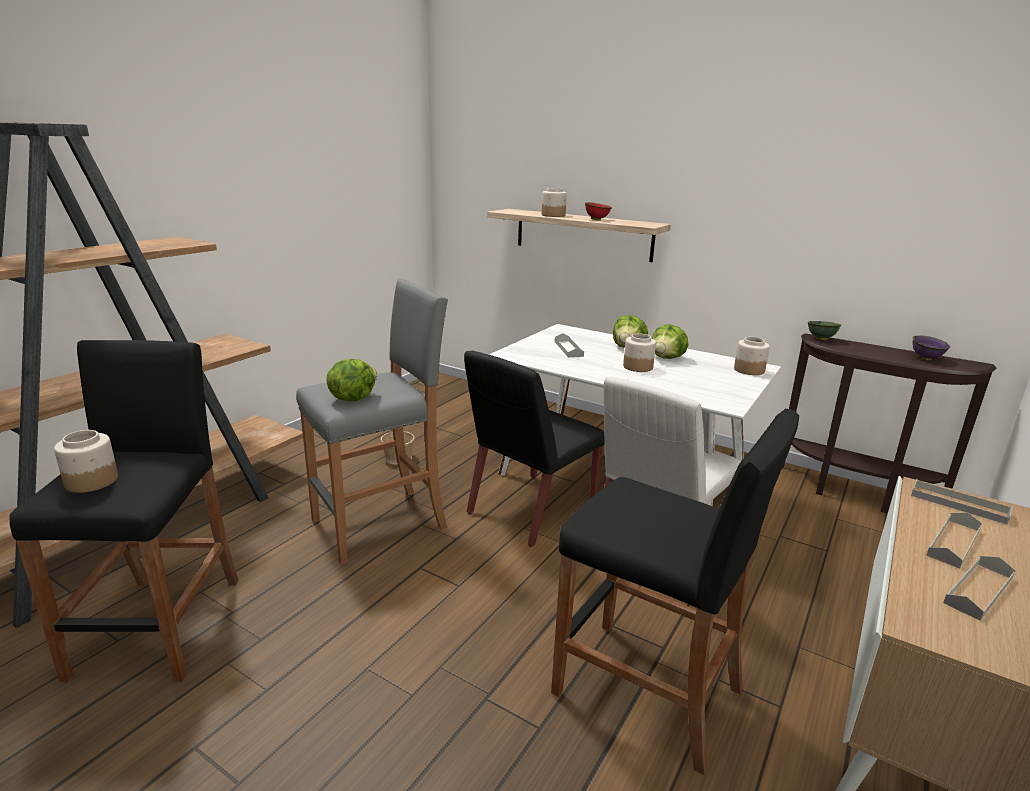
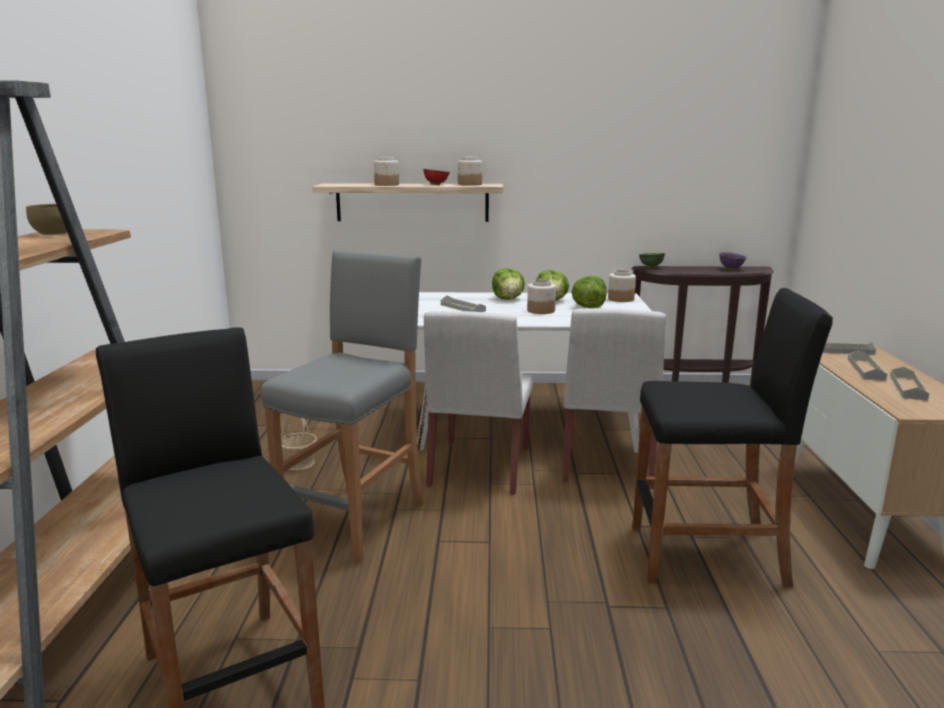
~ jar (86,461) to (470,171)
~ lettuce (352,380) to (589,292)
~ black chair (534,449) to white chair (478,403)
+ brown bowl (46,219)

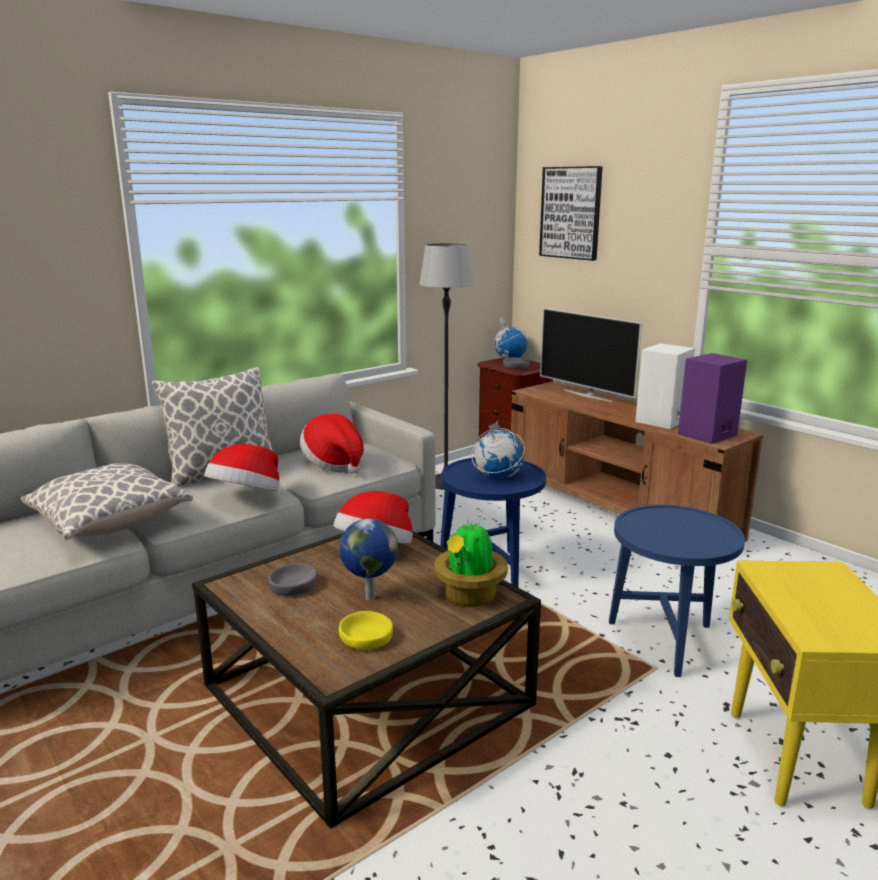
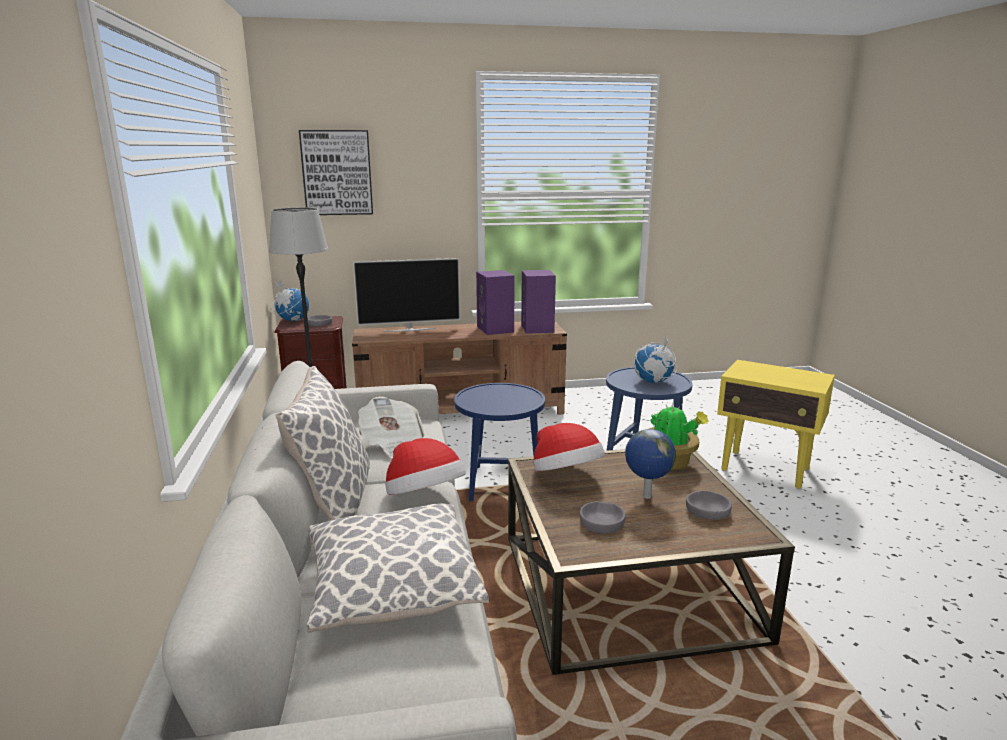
~ hat (332,444) to newspaper (391,428)
~ yellow bowl (366,630) to grey bowl (709,505)
~ globe (498,449) to (655,359)
~ white speaker (665,386) to purple speaker (495,302)

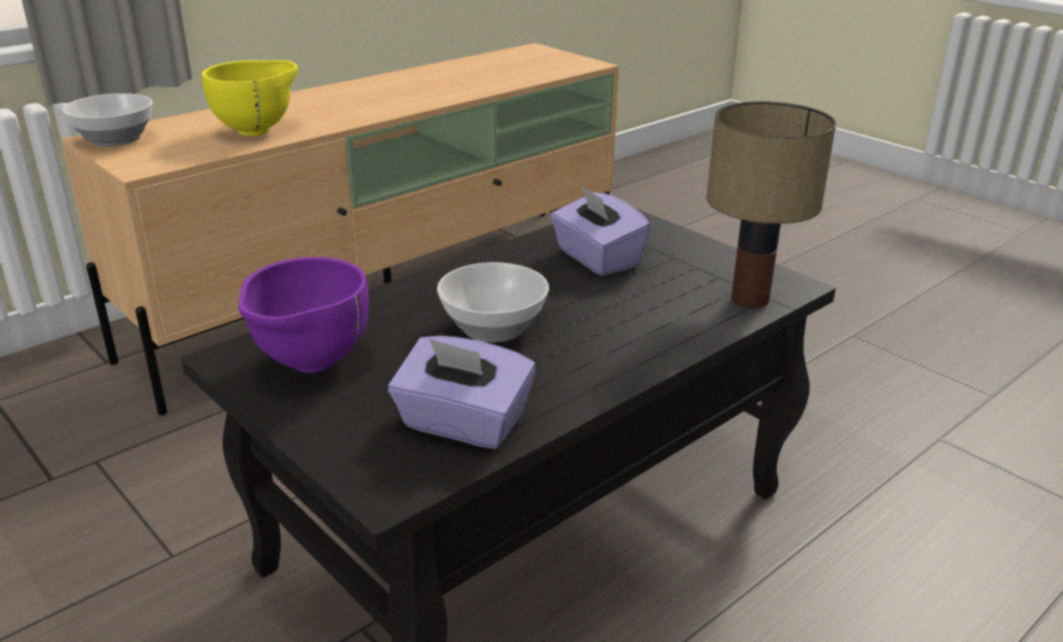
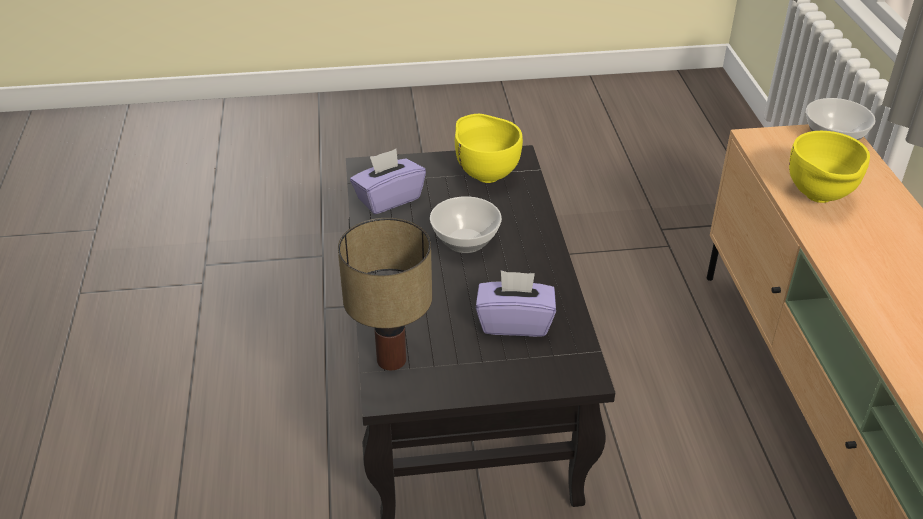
~ purple bowl (303,315) to yellow bowl (489,148)

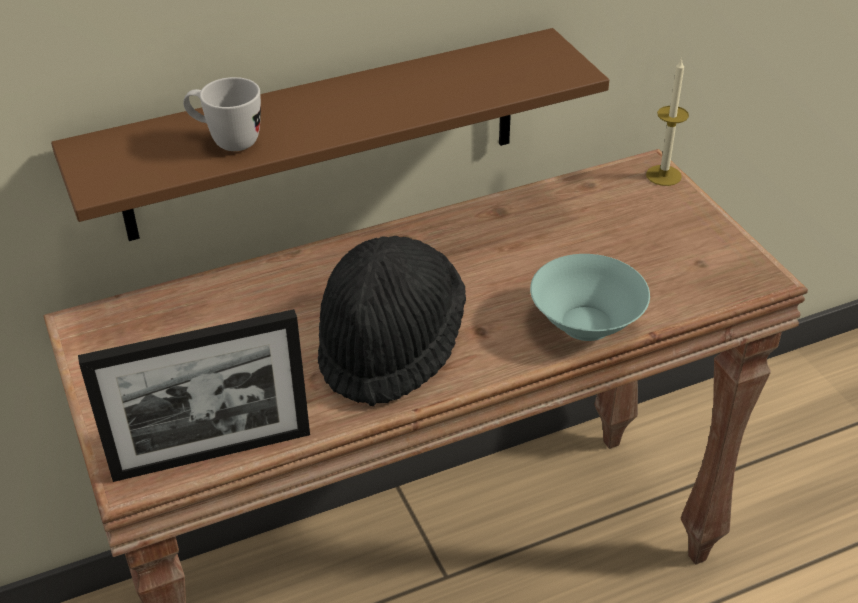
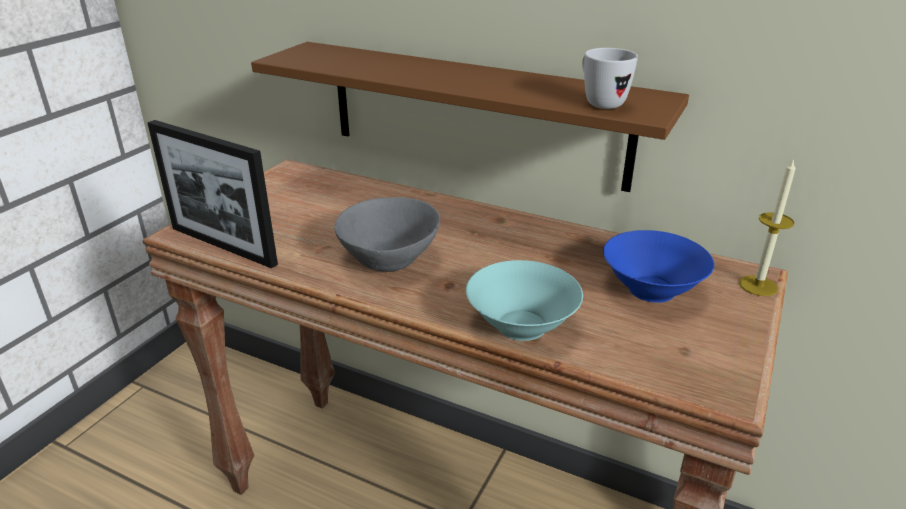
~ white mug (222,114) to (610,78)
~ black hat (392,321) to grey bowl (387,234)
+ blue bowl (658,266)

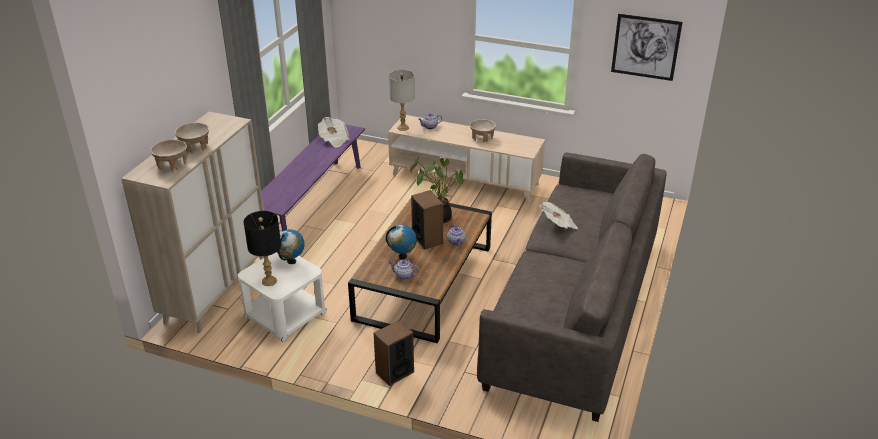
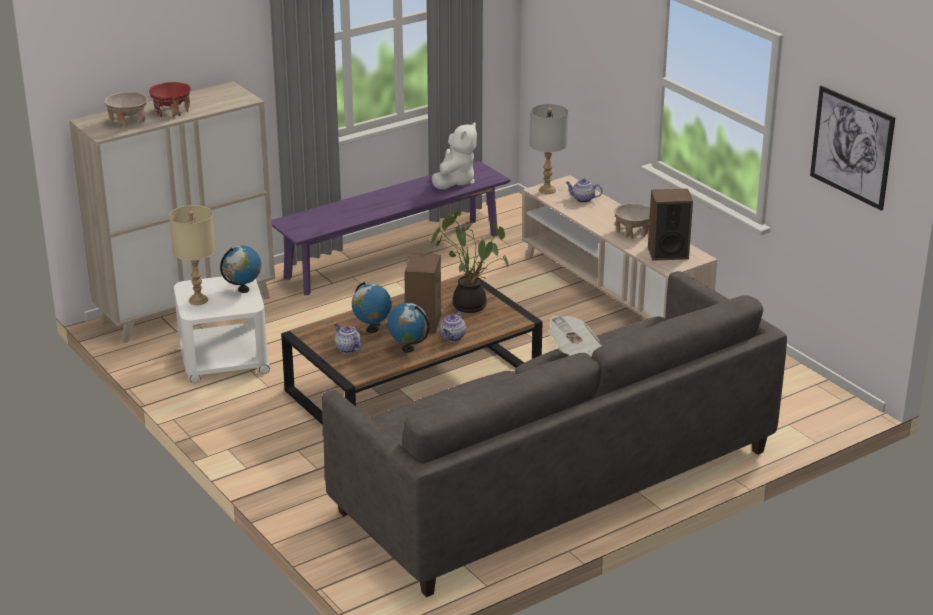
~ beige bowl (192,138) to red bowl (170,100)
~ black table lamp (262,248) to beige table lamp (192,255)
~ newspaper (333,132) to white plush toy (454,155)
~ speaker (394,353) to (670,225)
+ globe (408,328)

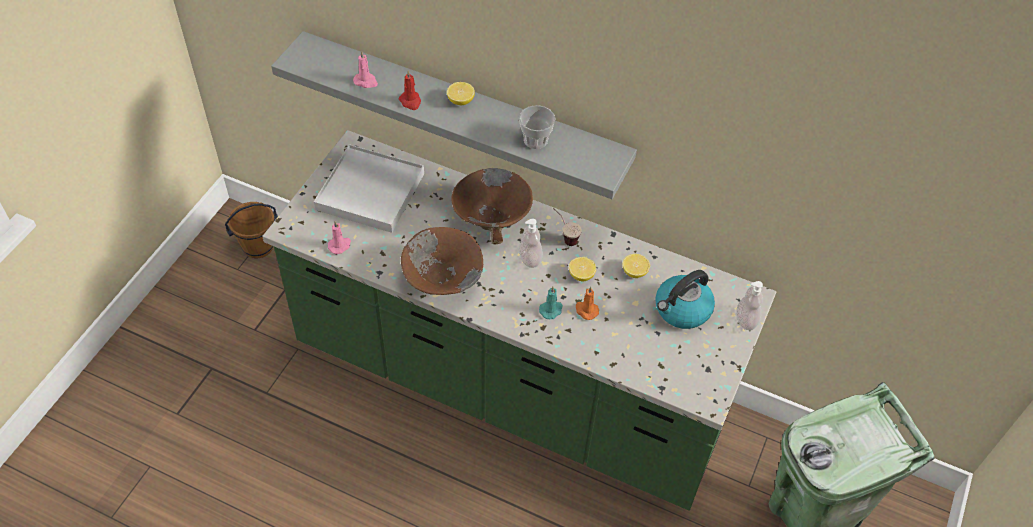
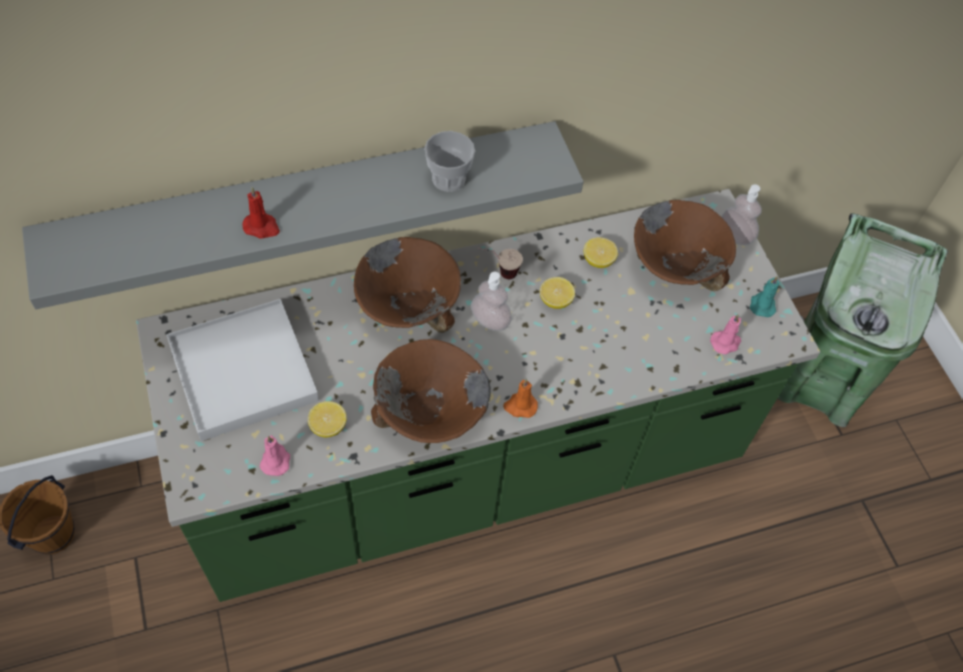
~ pink candle (365,69) to (725,334)
~ lemon (461,93) to (327,419)
~ turquoise candle (551,303) to (765,296)
~ orange candle (587,303) to (520,398)
~ kettle (685,299) to brown bowl (685,245)

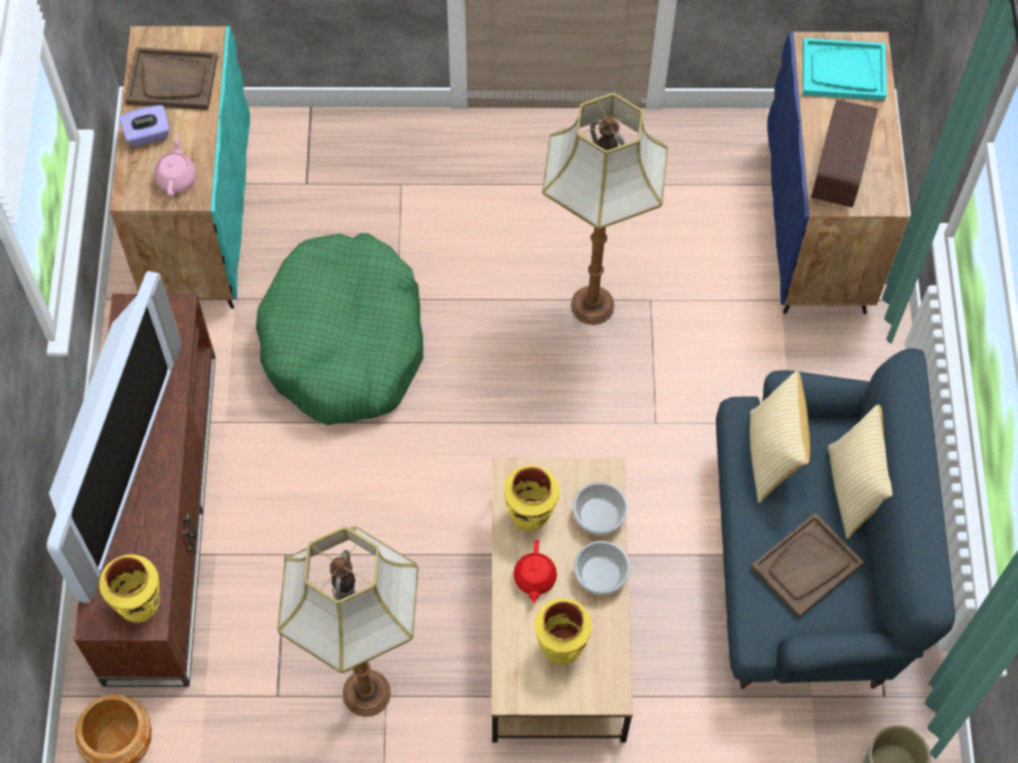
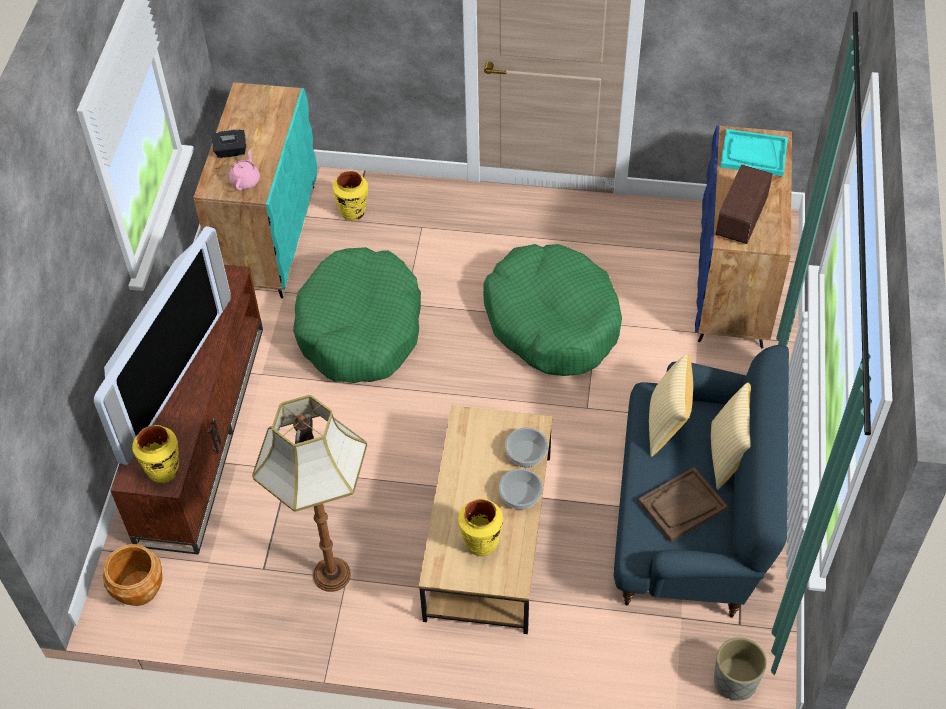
~ purple tissue box (144,126) to black tissue box (228,144)
- brown tray (171,78)
~ yellow vase (531,498) to (350,196)
- red teapot (535,571)
~ floor lamp (605,209) to green dog bed (552,310)

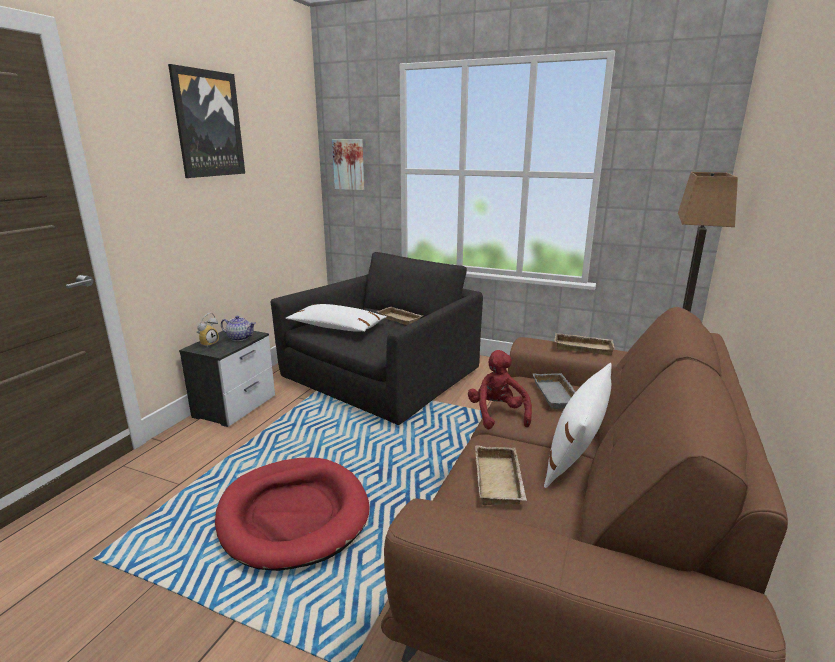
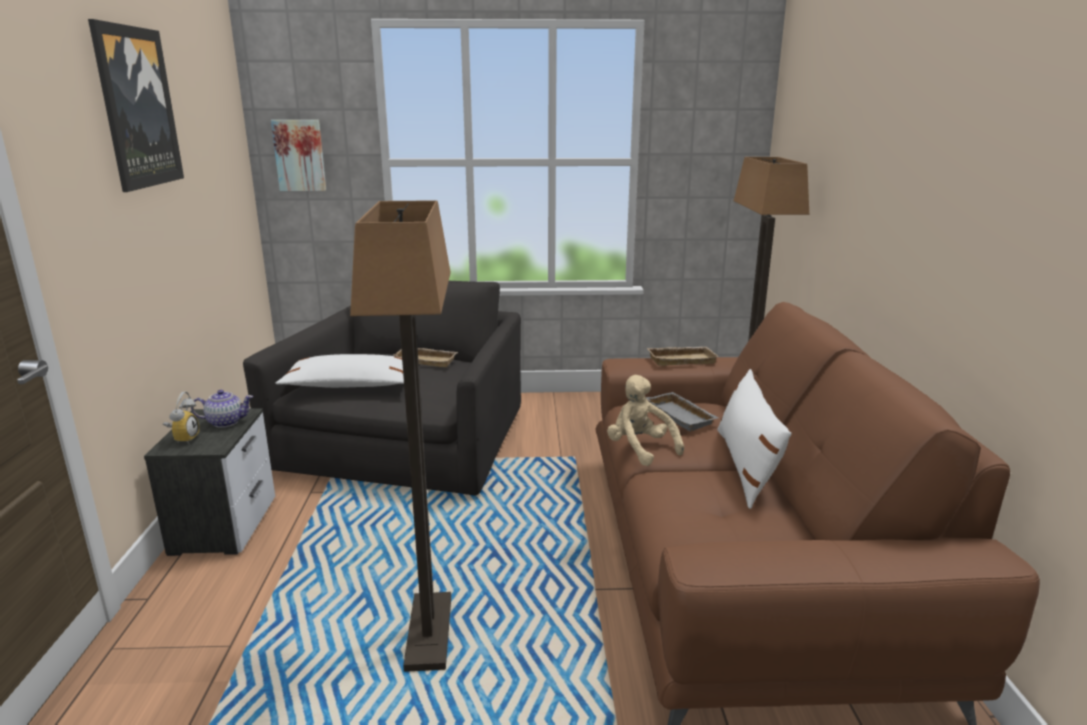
~ red dog bed (292,514) to floor lamp (400,436)
~ red plush toy (500,390) to beige plush toy (645,420)
- beige tray (501,475)

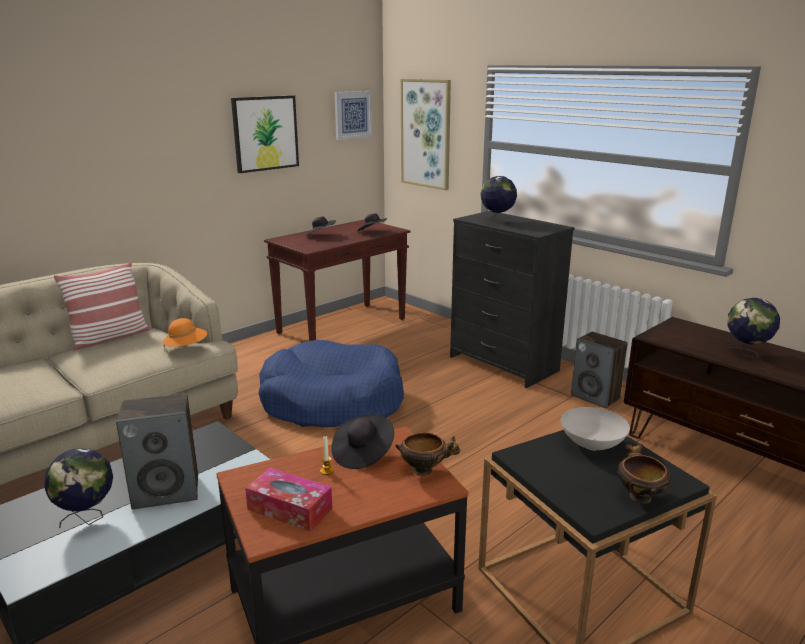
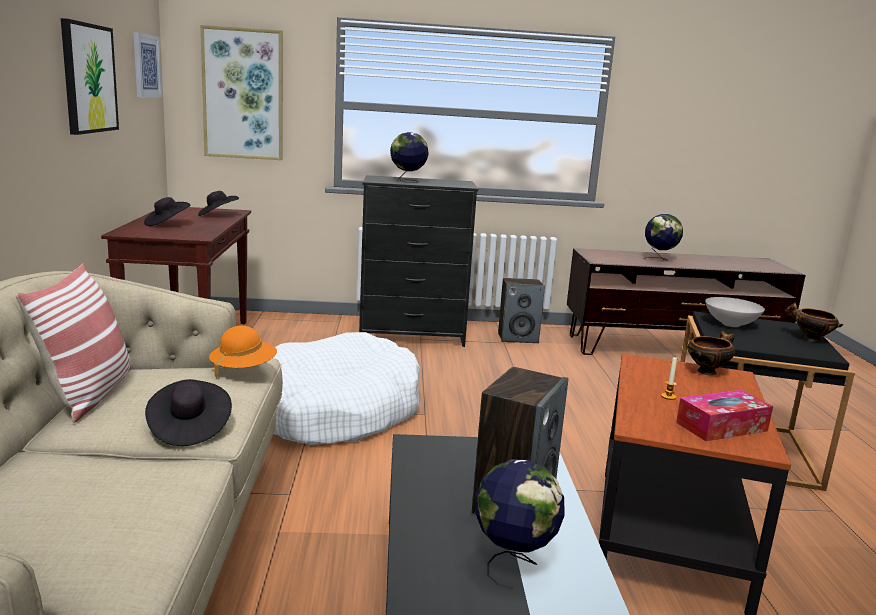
~ blue dog bed (331,383) to white dog bed (346,388)
~ black hat (362,441) to (188,412)

